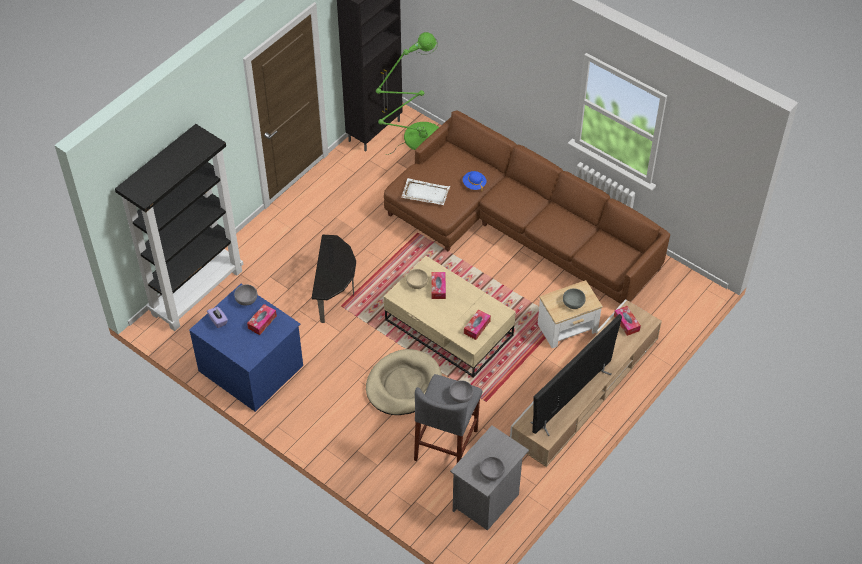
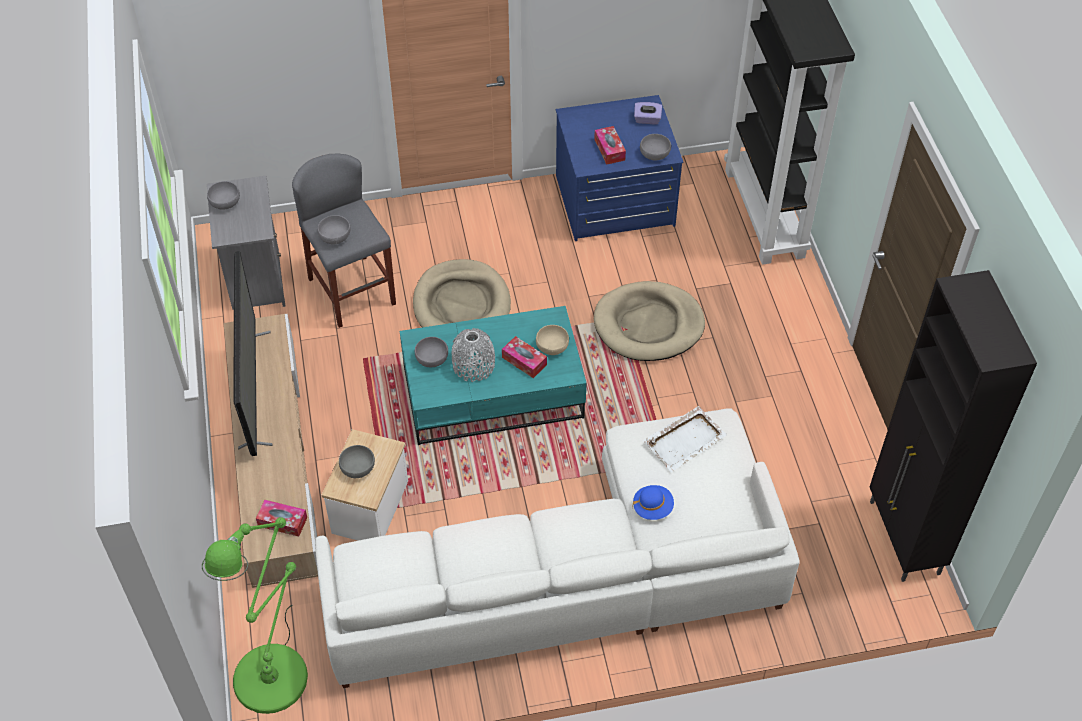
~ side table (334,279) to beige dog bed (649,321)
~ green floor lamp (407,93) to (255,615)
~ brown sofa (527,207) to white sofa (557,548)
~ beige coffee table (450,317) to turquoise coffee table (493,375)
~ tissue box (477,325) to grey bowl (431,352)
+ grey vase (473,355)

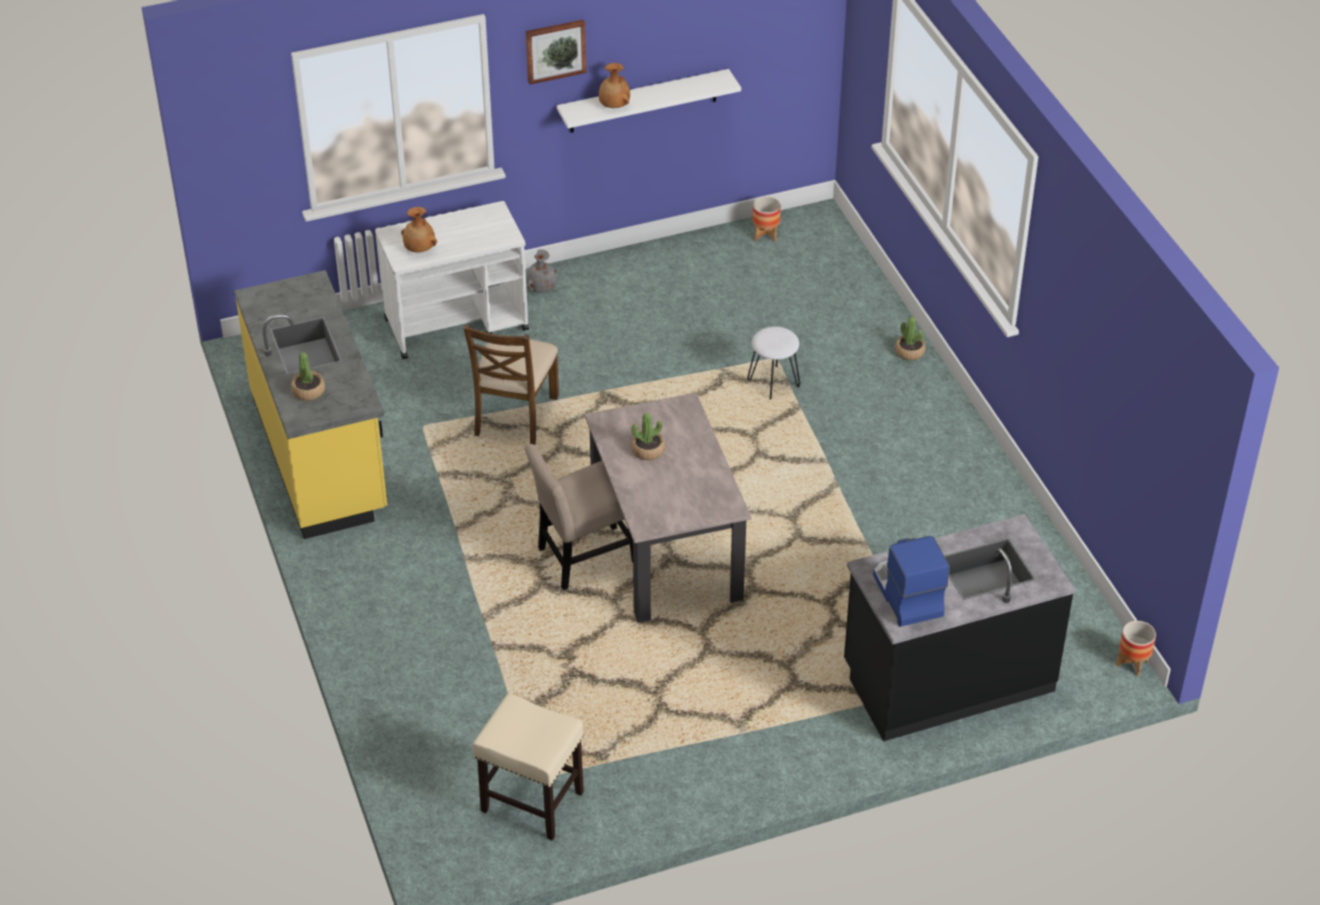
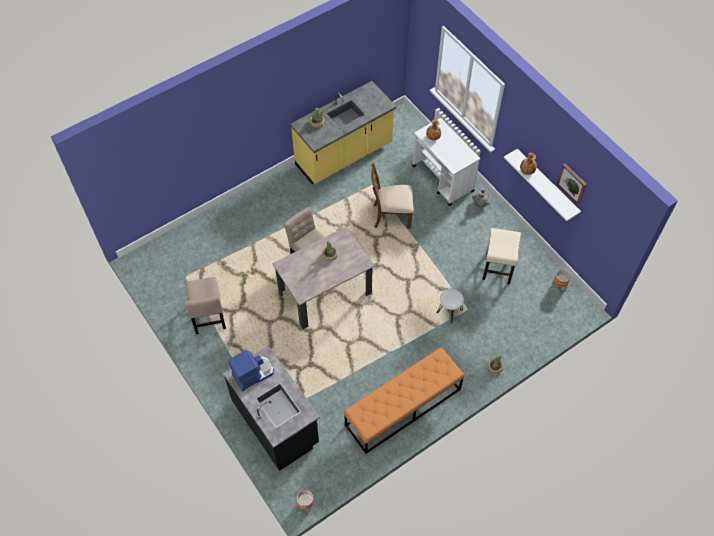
~ beige stool (528,766) to (501,256)
~ picture (556,52) to (572,183)
+ beige chair (205,305)
+ orange bench (404,401)

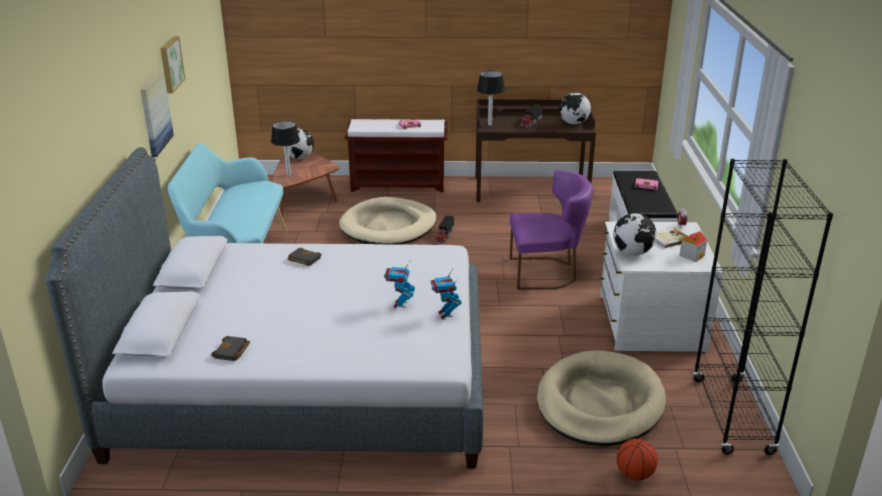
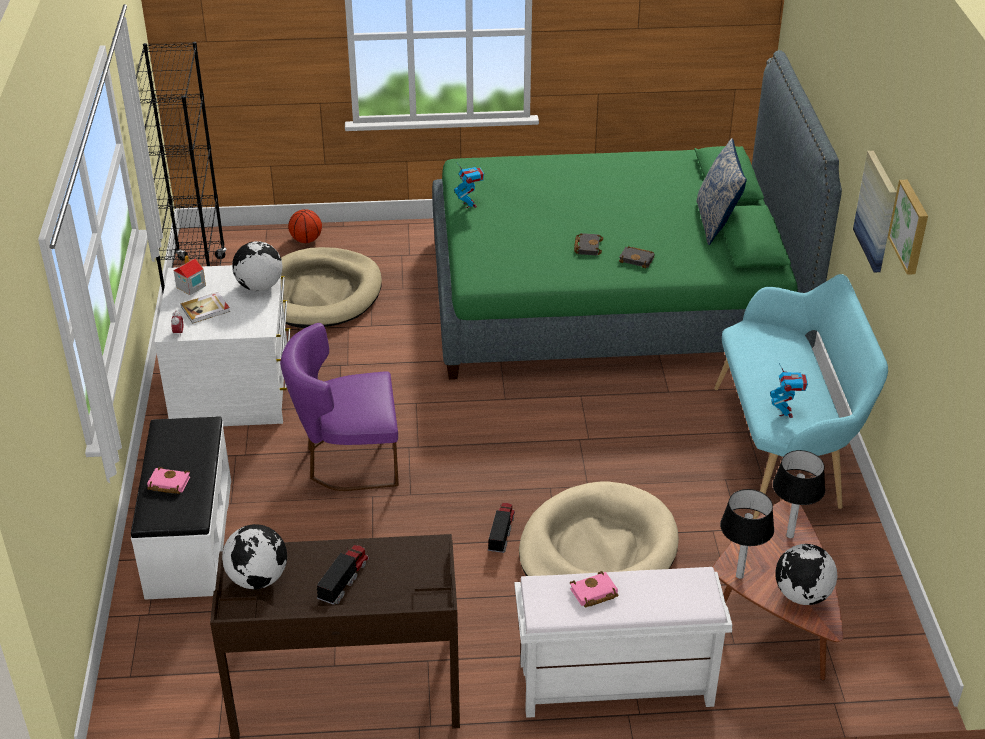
~ grey bed (264,307) to green bed (637,215)
~ black book (230,348) to (588,244)
~ brown bench (396,155) to white bench (623,642)
~ toy robot (399,284) to (789,390)
~ table lamp (491,98) to (747,534)
+ pillow (721,191)

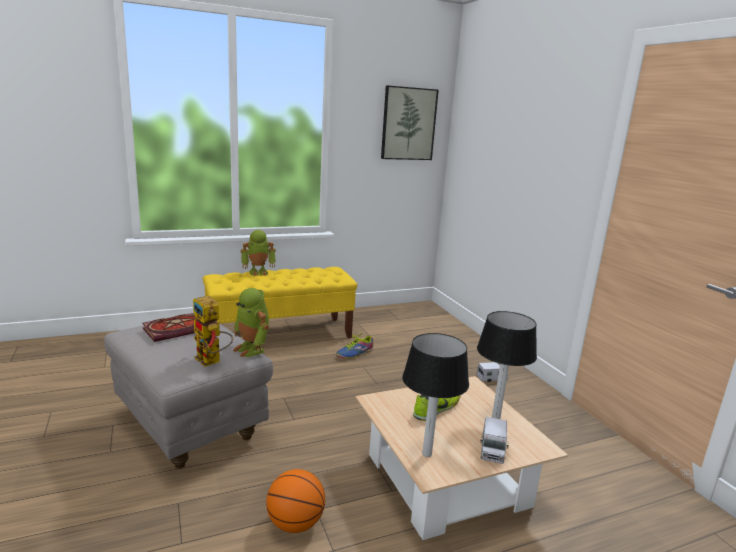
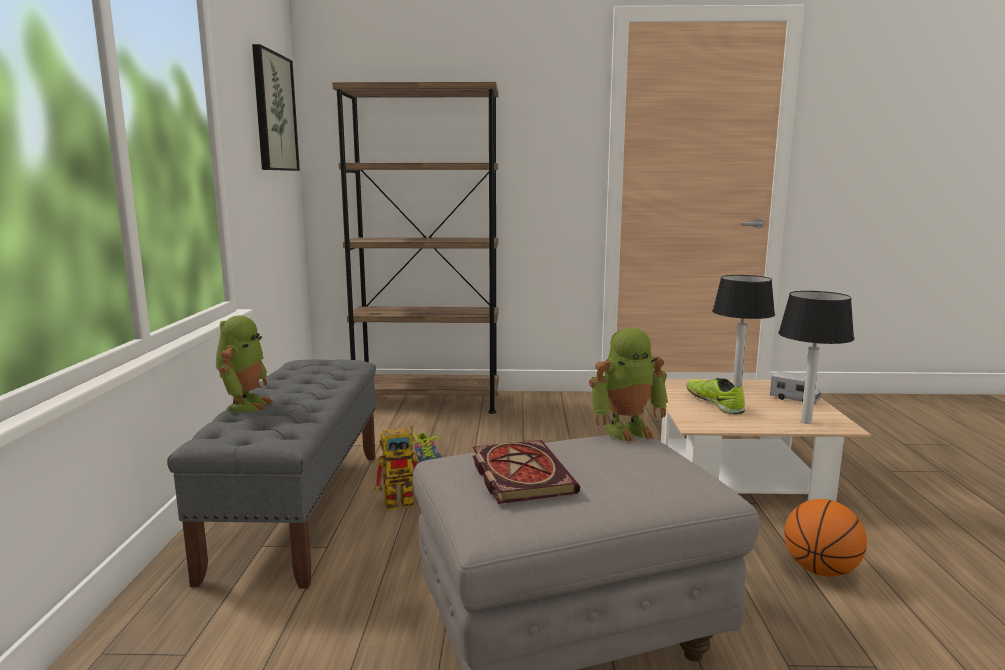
~ toy robot (213,331) to (397,468)
~ yellow bench (280,302) to grey bench (271,474)
- toy truck (492,372)
+ brown bookcase (415,248)

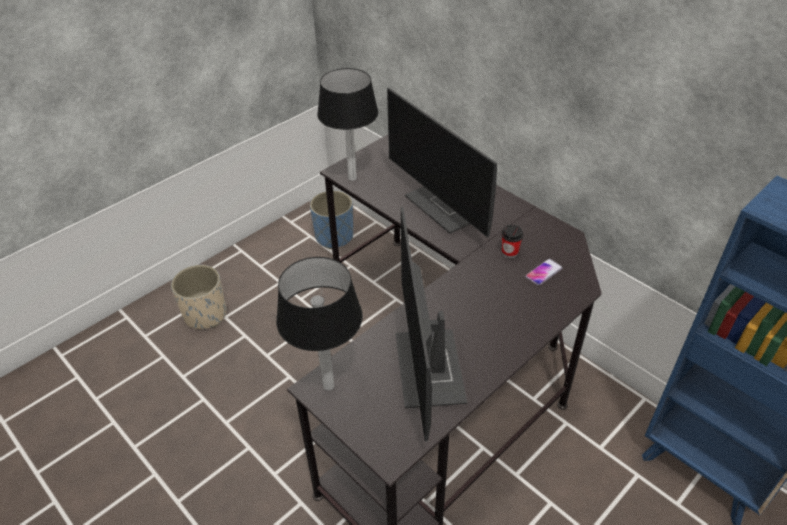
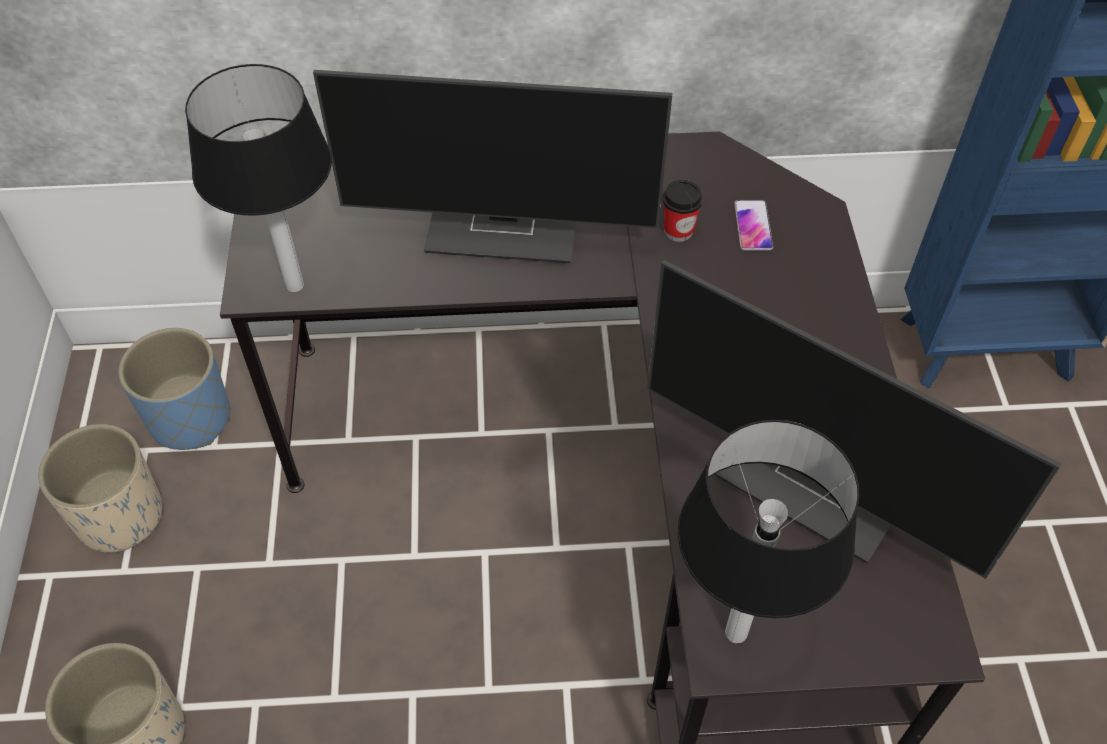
+ beige planter (100,489)

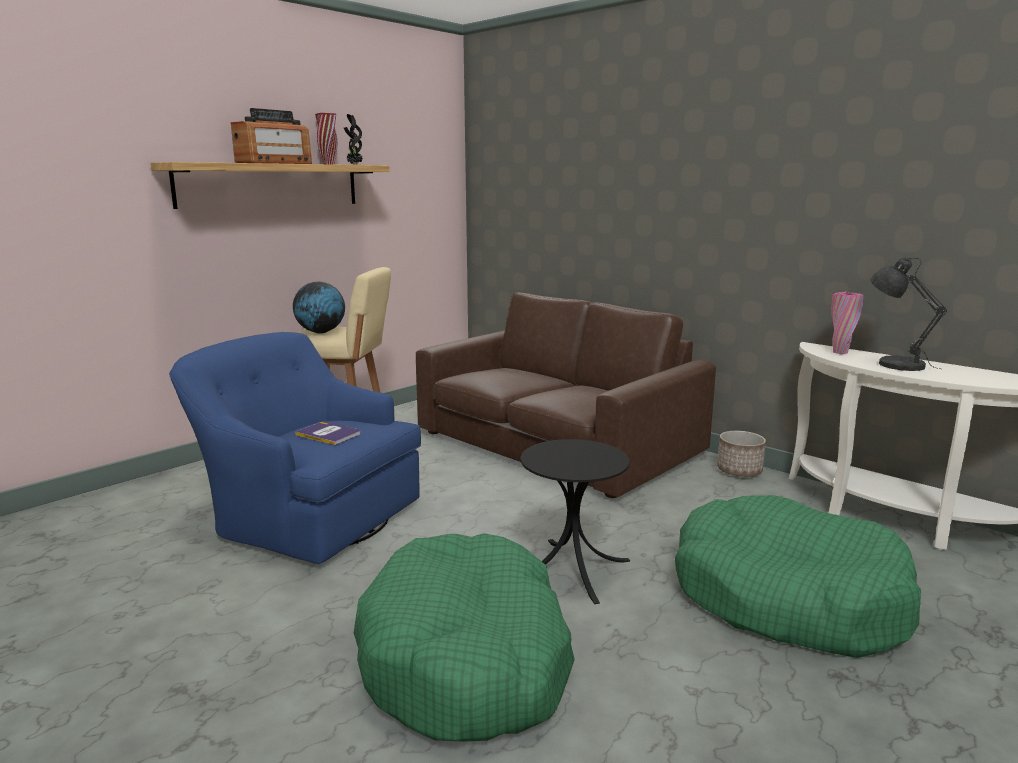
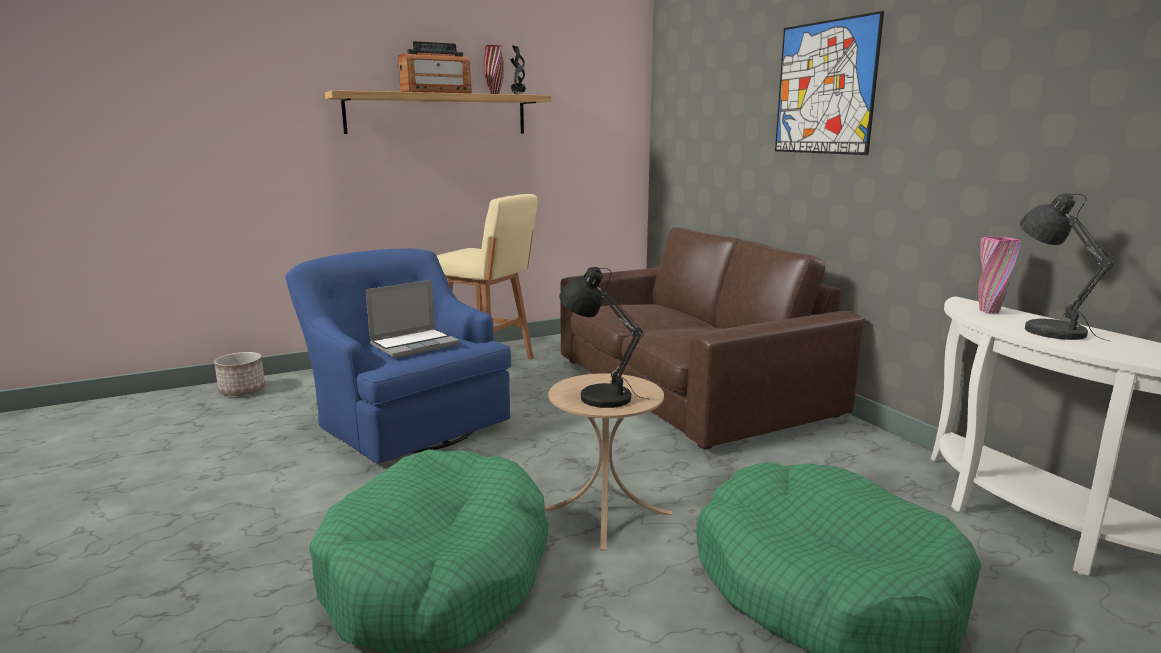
- globe (319,307)
~ book (327,433) to laptop (412,319)
~ black side table (575,521) to beige side table (608,461)
~ planter (741,454) to (239,374)
+ black table lamp (603,337)
+ picture (829,83)

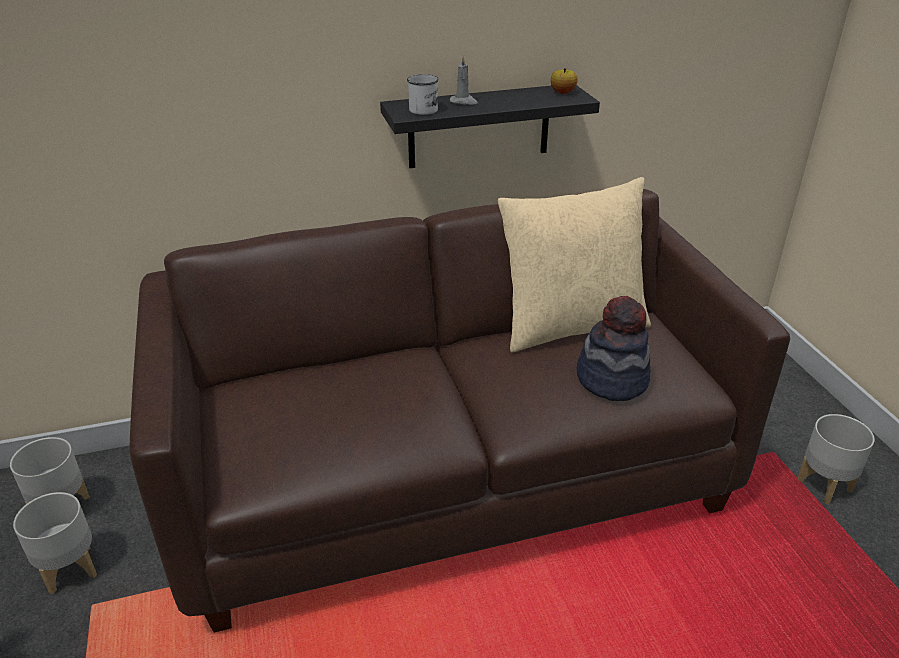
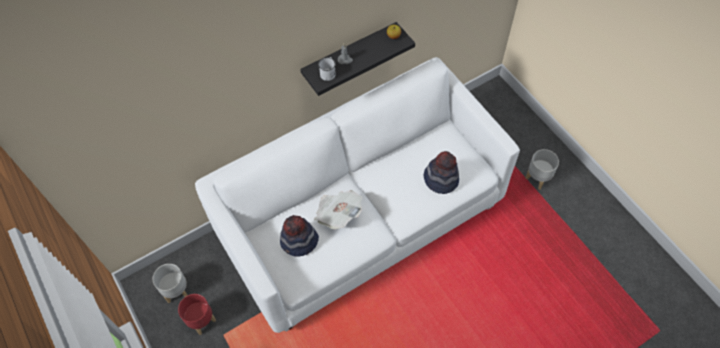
~ grey planter (55,543) to red planter (197,314)
~ brown sofa (460,411) to white sofa (357,195)
- beige pillow (574,264)
+ hat (299,236)
+ newspaper (338,209)

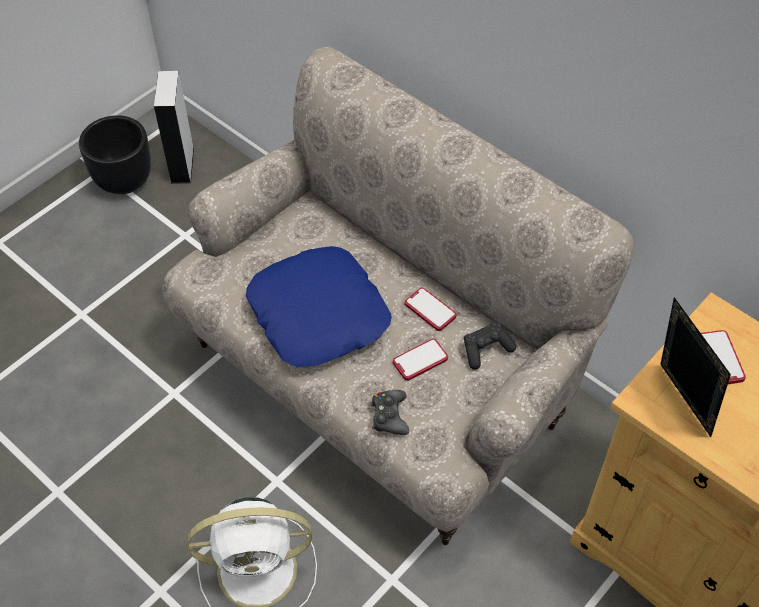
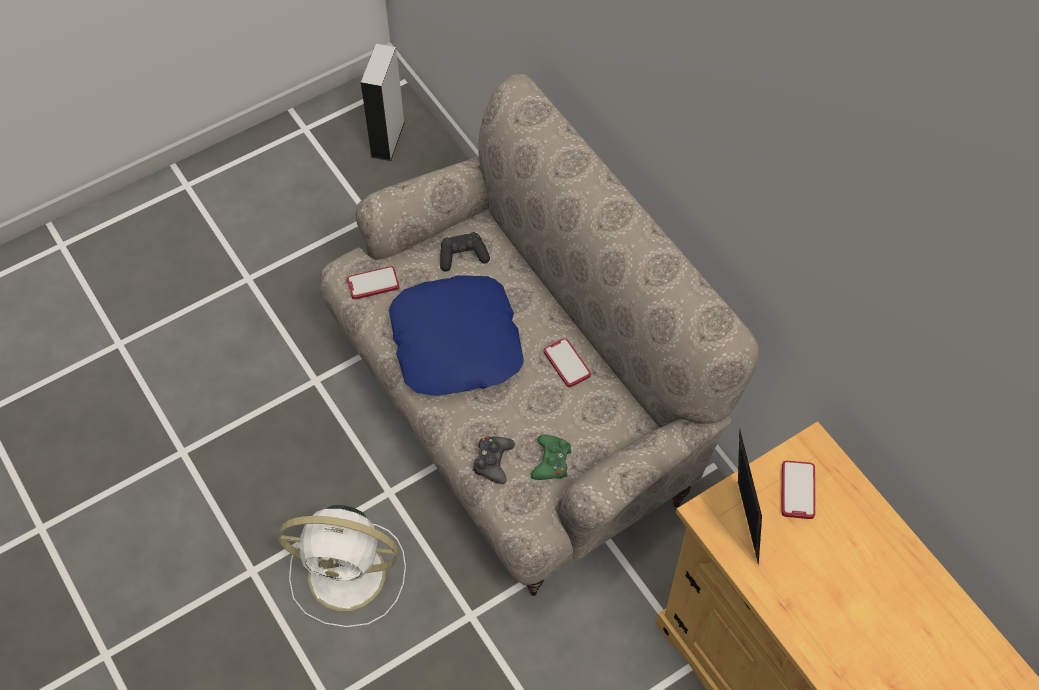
- black planter (115,154)
~ phone (420,360) to (373,282)
~ black game controller (490,346) to (465,252)
+ green game controller (551,457)

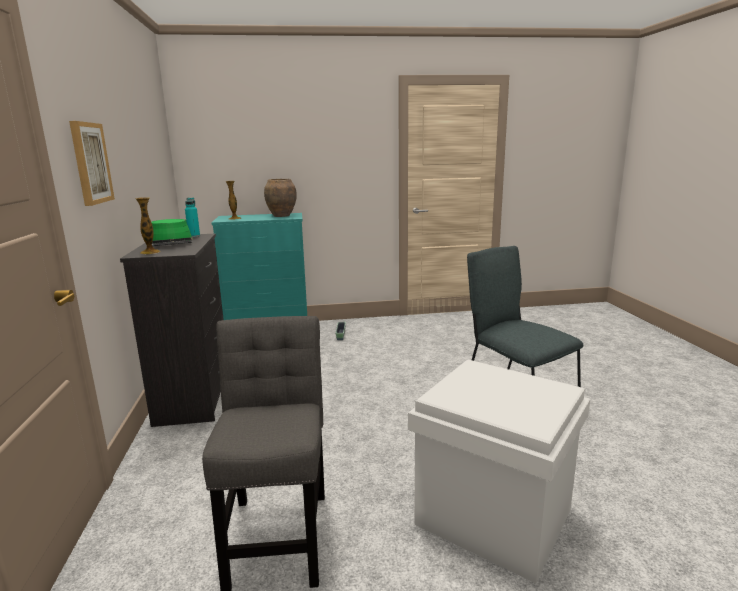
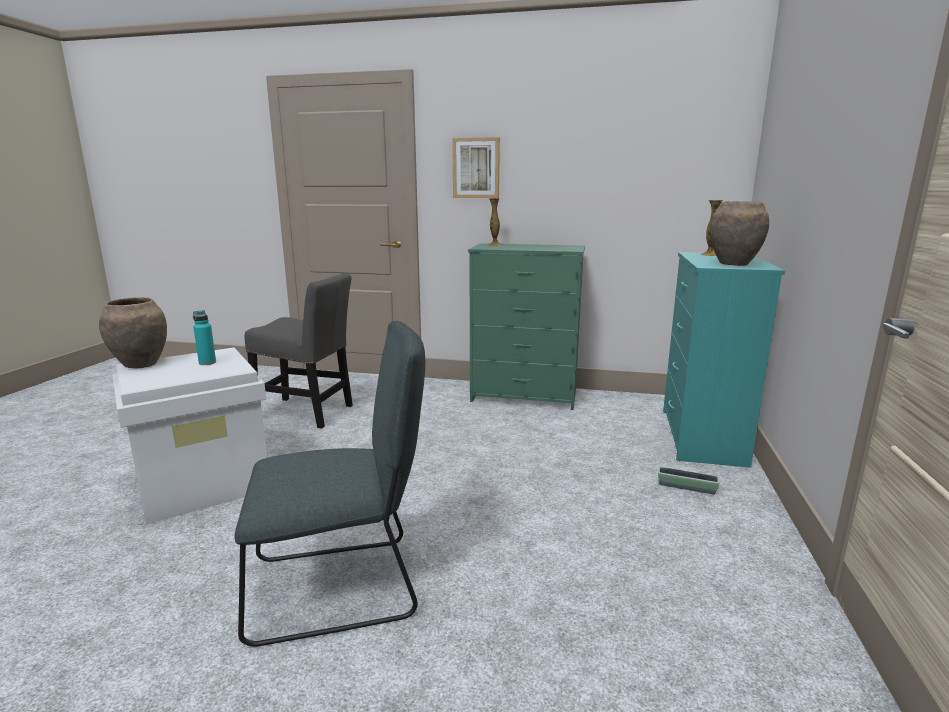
~ black dresser (172,330) to green dresser (526,326)
- green hat (172,233)
~ turquoise bottle (192,217) to (204,337)
+ brown vase (133,332)

